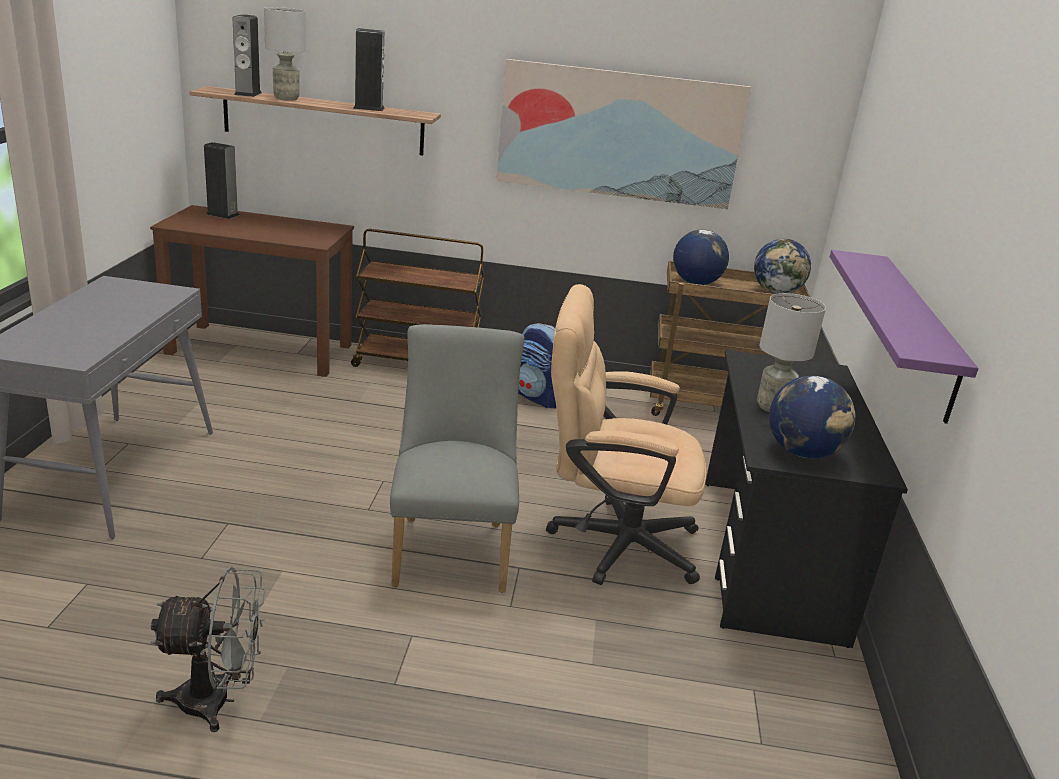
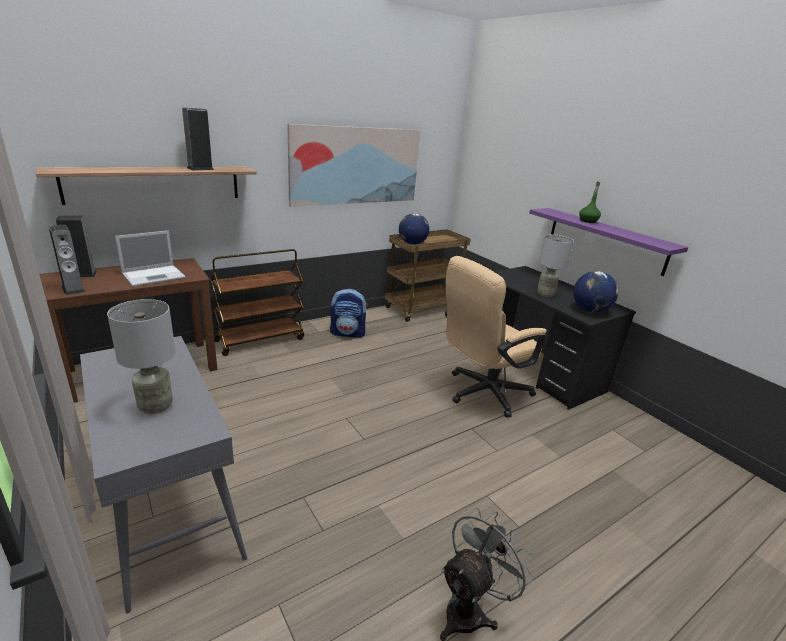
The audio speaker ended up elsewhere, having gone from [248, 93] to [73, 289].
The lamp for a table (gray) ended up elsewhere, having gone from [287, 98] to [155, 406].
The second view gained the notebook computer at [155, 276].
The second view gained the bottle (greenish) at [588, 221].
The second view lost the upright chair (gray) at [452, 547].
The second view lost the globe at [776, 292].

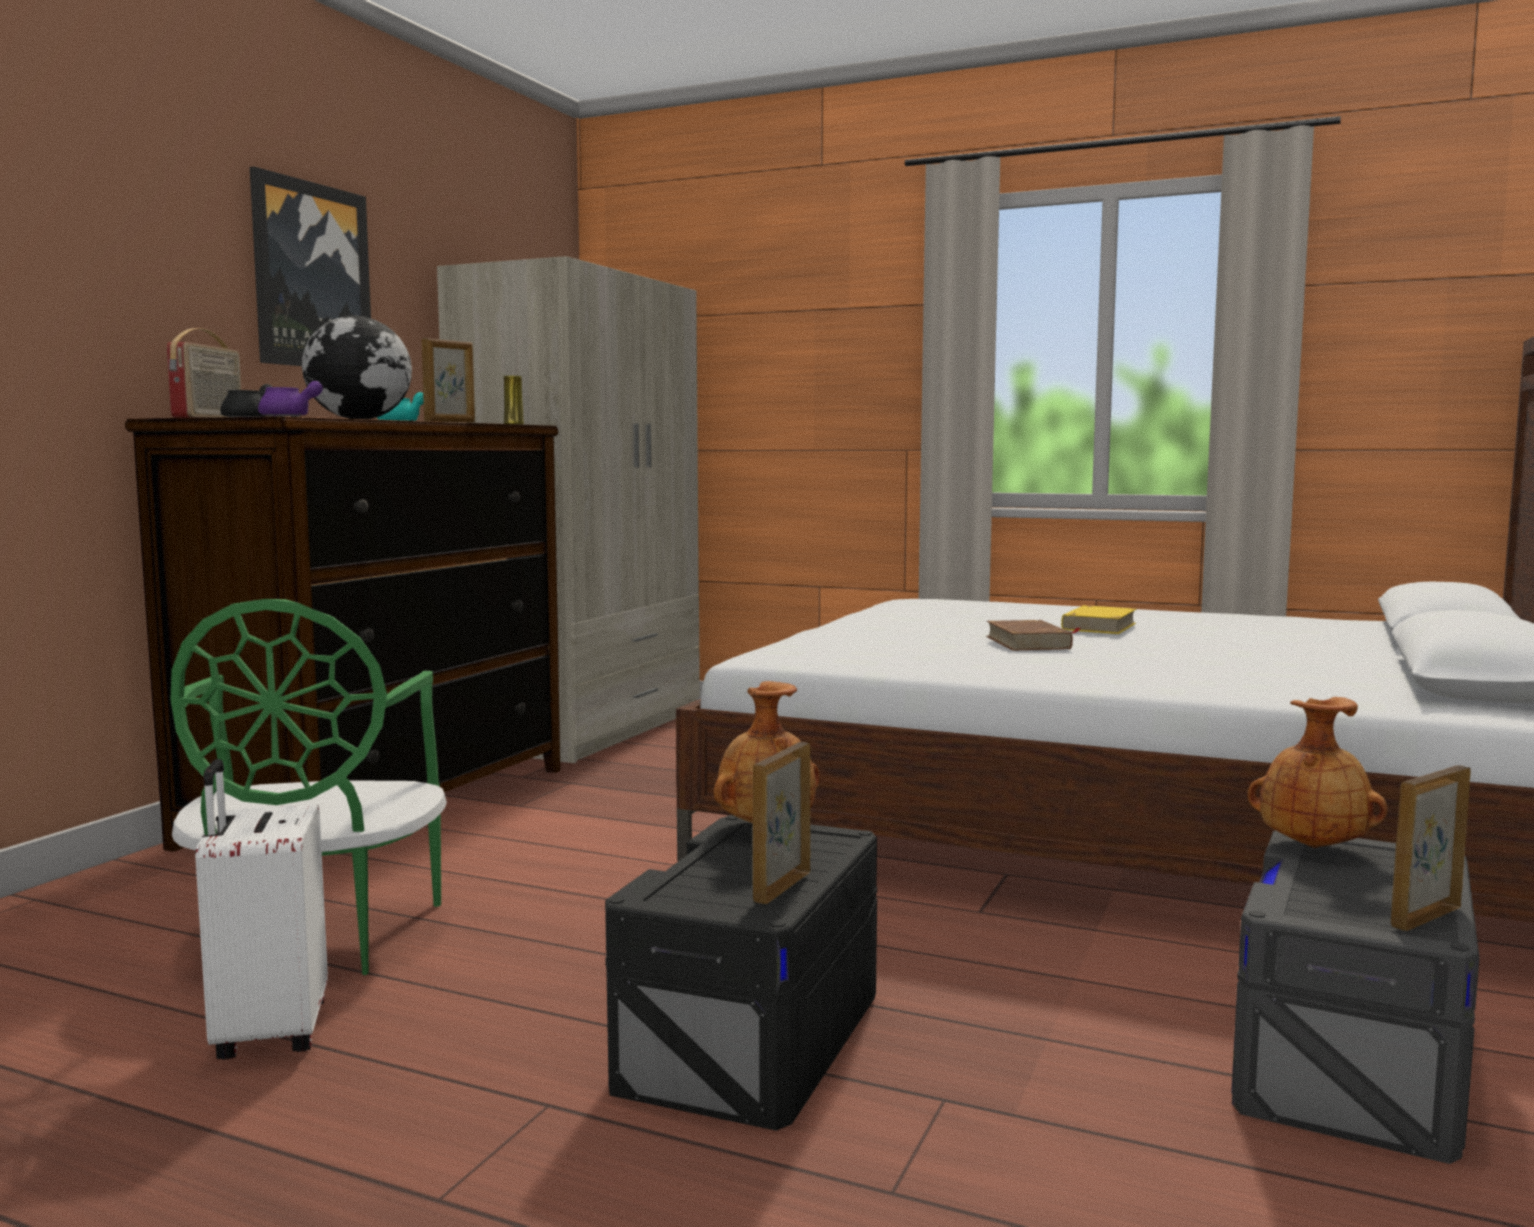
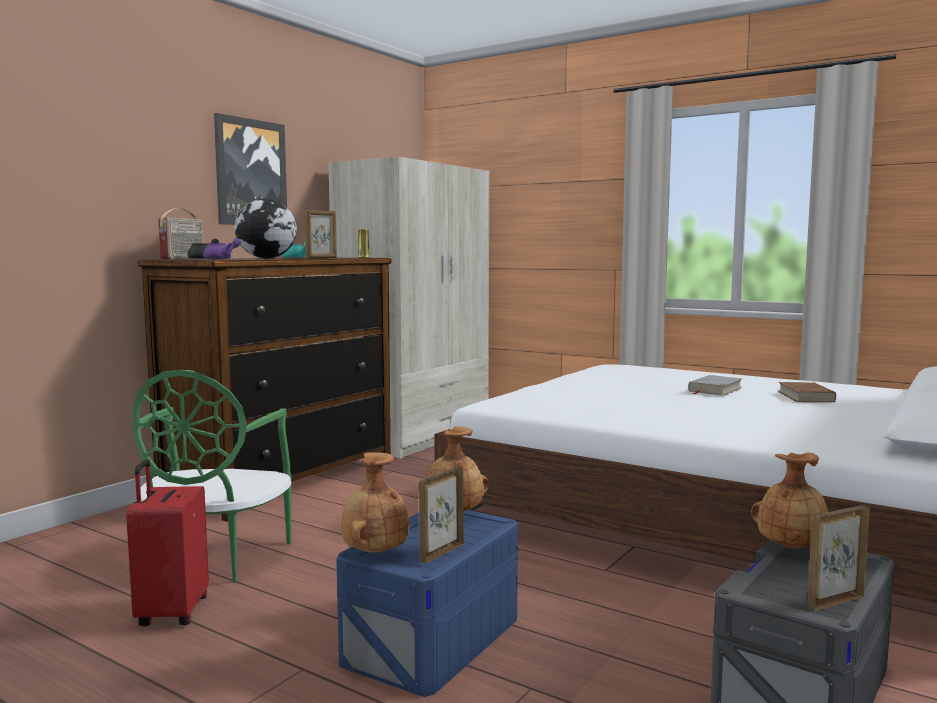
What was the travel case (white) at [268, 1033] turned into the travel case (reddish) at [171, 613].
What was the storage container (black) at [752, 1039] turned into the storage container (blue) at [433, 639].
The second view gained the flower vase (brown-coloured) at [374, 552].
What was the book (yellow) at [1098, 626] turned into the book (gray) at [714, 389].
The book (brown-coloured) ended up elsewhere, having gone from [1028, 642] to [806, 396].

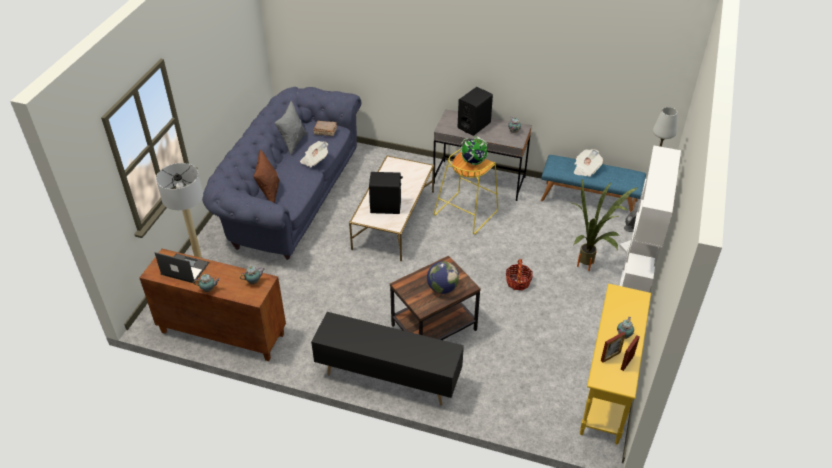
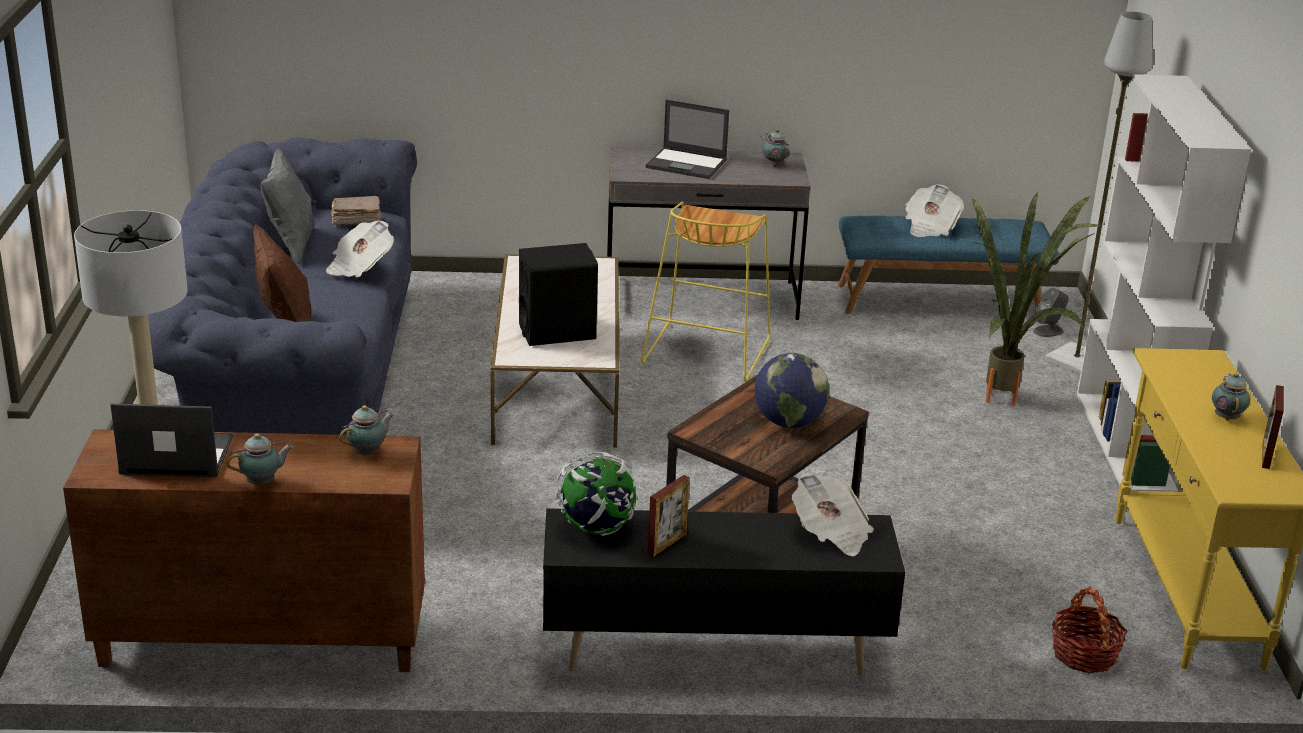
The globe ended up elsewhere, having gone from [473, 162] to [596, 528].
Where the audio speaker (black) stood at [474, 125], the notebook computer came to stand at [687, 164].
The picture frame ended up elsewhere, having gone from [610, 356] to [667, 544].
The second view gained the newspaper at [831, 533].
The basket ended up elsewhere, having gone from [518, 282] to [1084, 654].

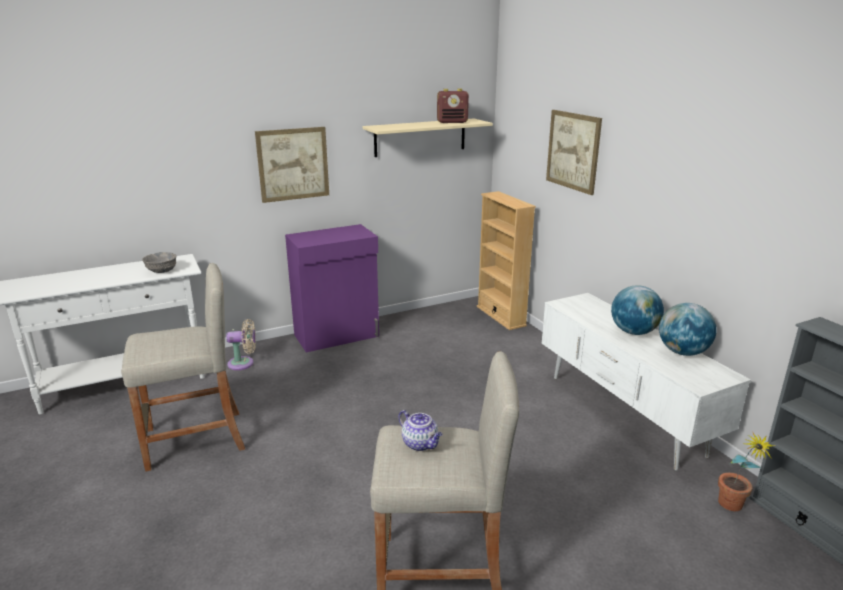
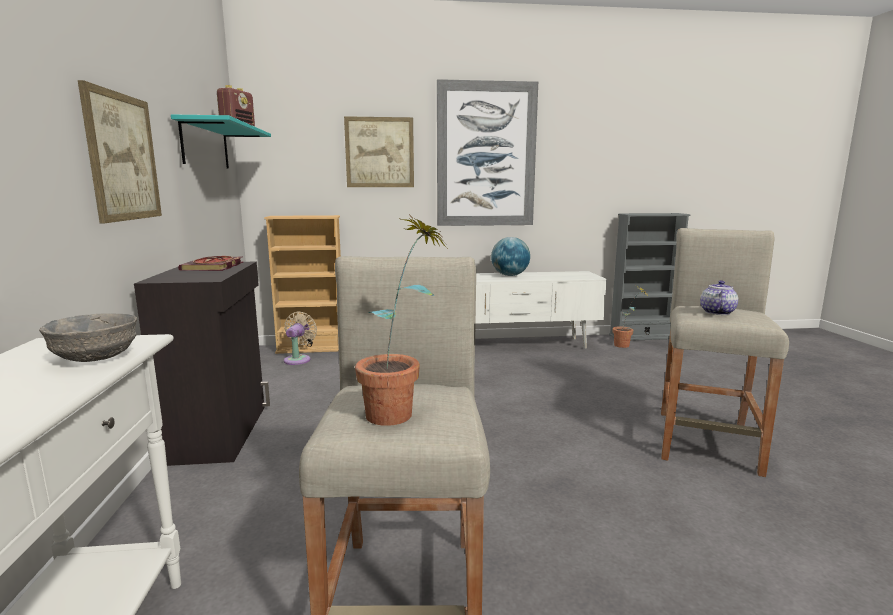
What was the storage cabinet (purplish) at [337, 336] turned into the storage cabinet (black) at [221, 432].
What was the shelf (beige) at [420, 137] turned into the shelf (turquoise) at [205, 146].
The second view gained the book at [213, 267].
The cooling fan (beige) ended up elsewhere, having gone from [243, 363] to [298, 359].
The second view gained the potted plant at [401, 411].
The second view gained the wall art at [486, 155].
The tea pot at [420, 444] ended up facing another way, 45 degrees counterclockwise from before.
The second view lost the globe at [682, 352].

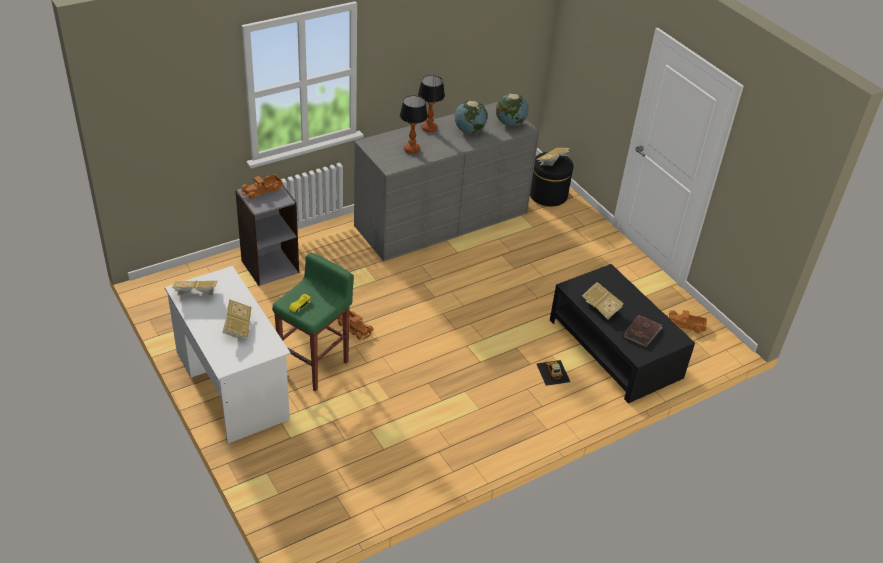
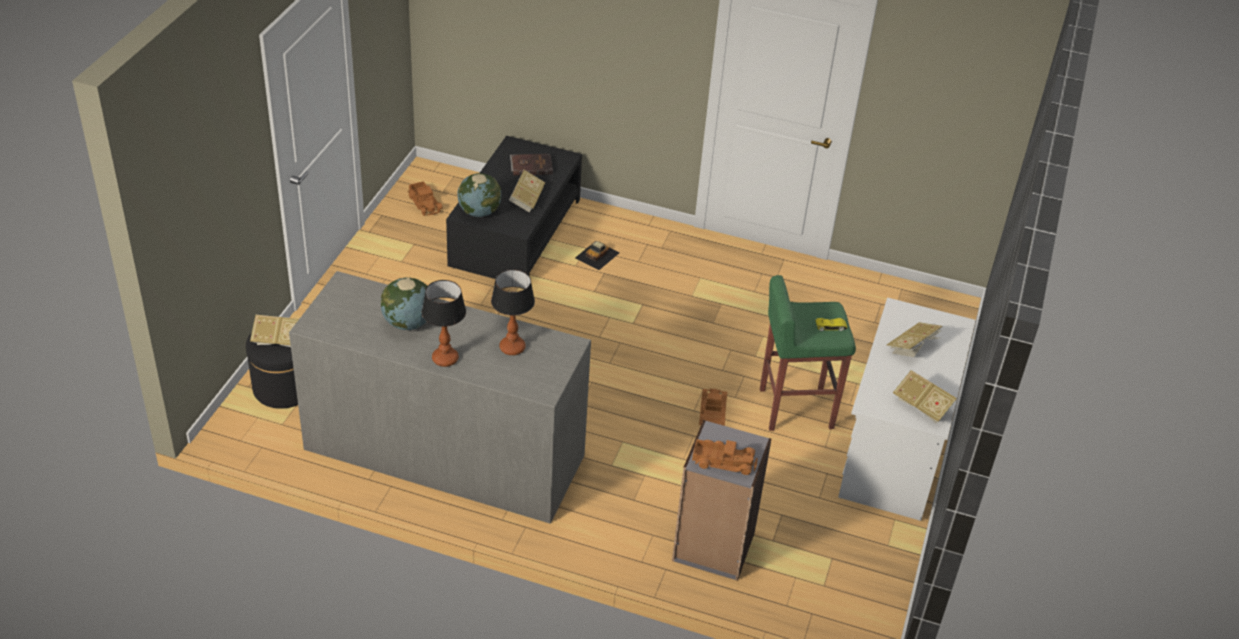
The globe ended up elsewhere, having gone from [510, 123] to [479, 212].

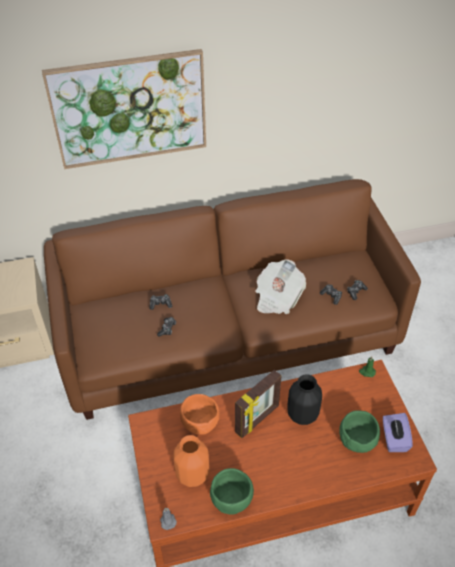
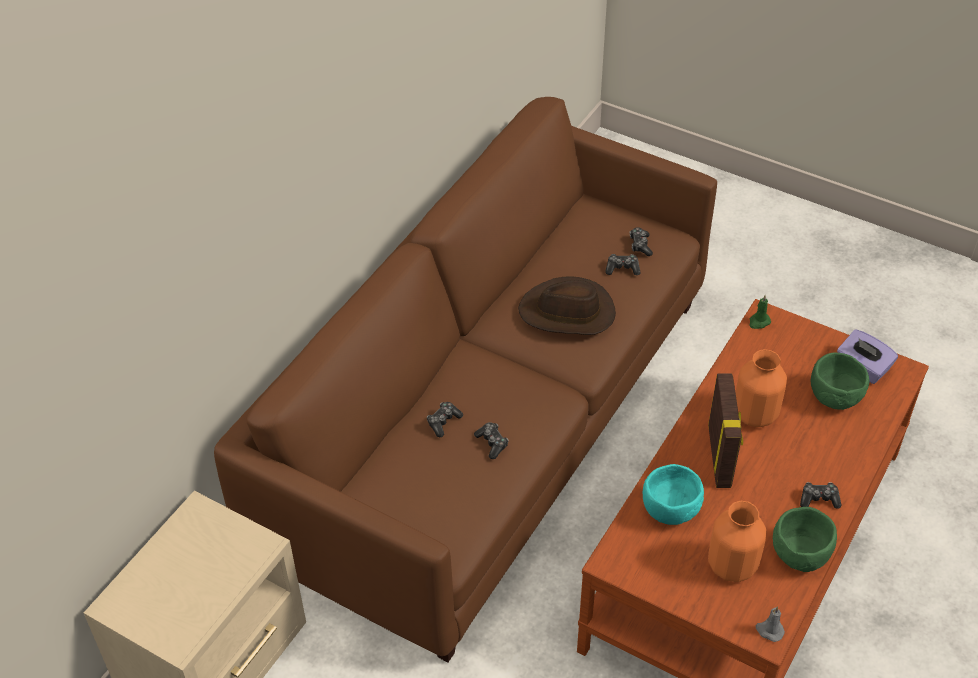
Where the newspaper stood at [277, 297], the hat (brown-coloured) came to stand at [567, 313].
What was the bowl (orange) at [199, 424] turned into the bowl (turquoise) at [670, 511].
What was the flower vase (black) at [302, 414] turned into the flower vase (orange) at [754, 415].
The second view gained the gamepad at [819, 499].
The second view lost the wall art at [129, 109].

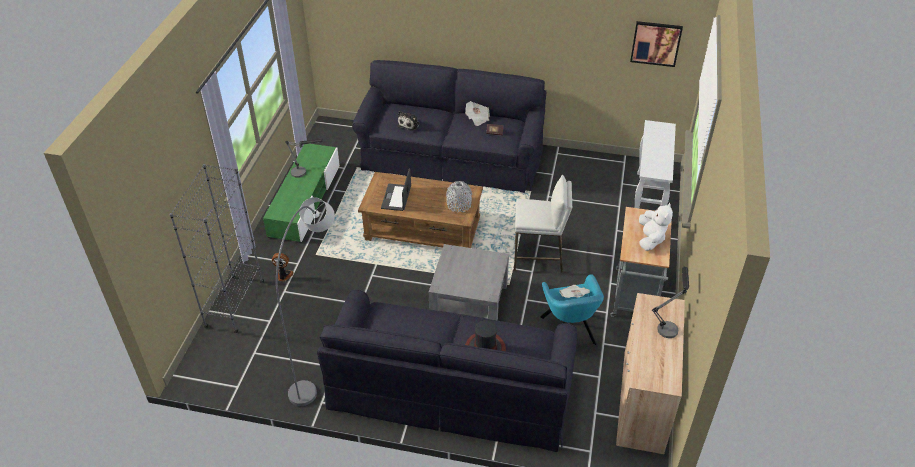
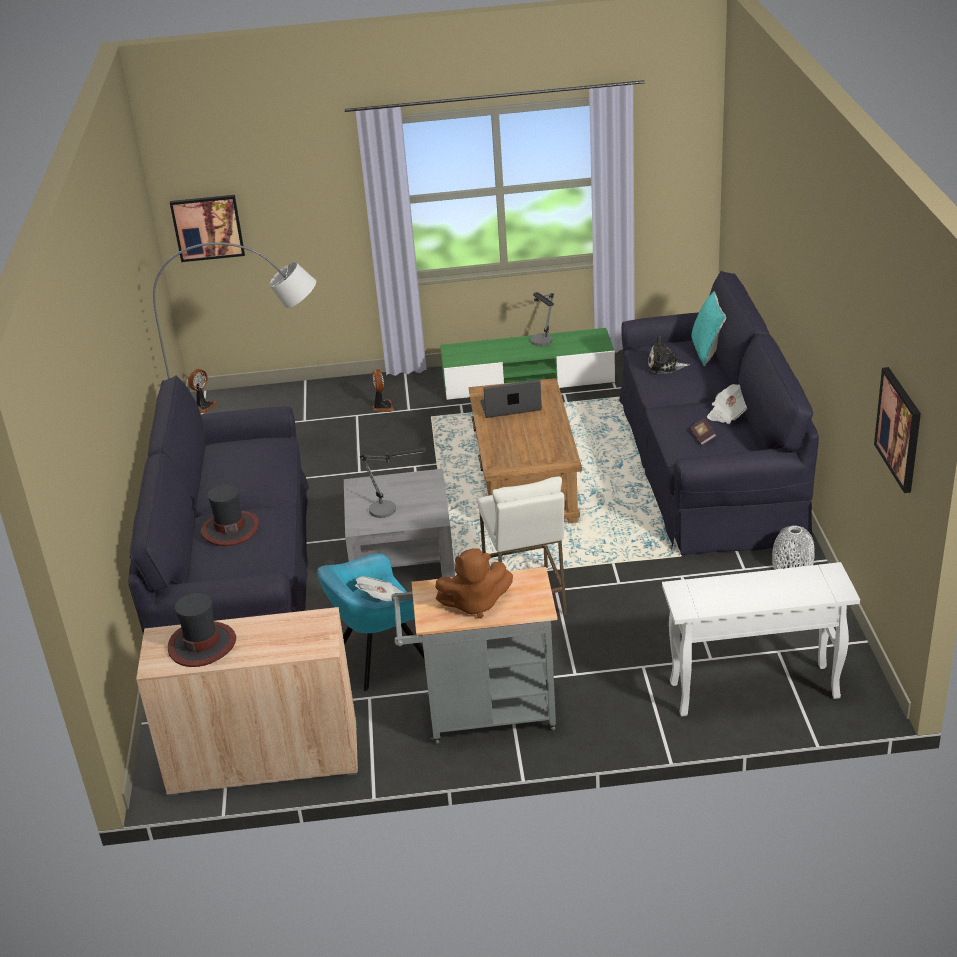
The second view gained the hat at [202, 644].
The second view gained the wall art at [208, 227].
The second view gained the cooling fan at [204, 406].
The lamp for a table ended up elsewhere, having gone from [668, 325] to [391, 509].
What was the cuddly toy (white) at [650, 239] turned into the cuddly toy (brown-coloured) at [475, 604].
The second view gained the throw pillow (turquoise) at [708, 352].
The flower vase (gray) ended up elsewhere, having gone from [459, 204] to [792, 565].
The second view lost the bookshelf (gray) at [234, 304].

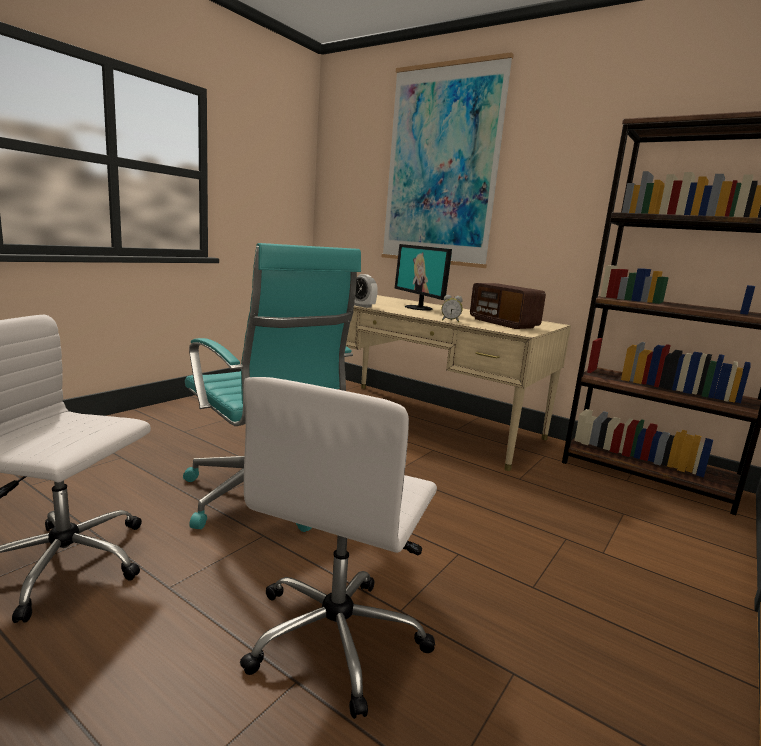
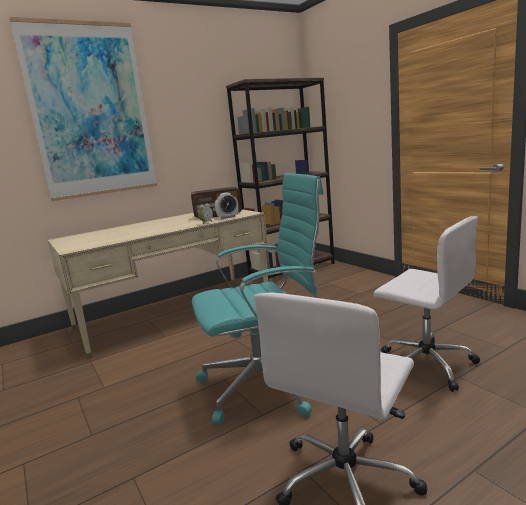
The table clock ended up elsewhere, having gone from [362, 306] to [228, 217].
The second view lost the computer screen at [419, 308].

